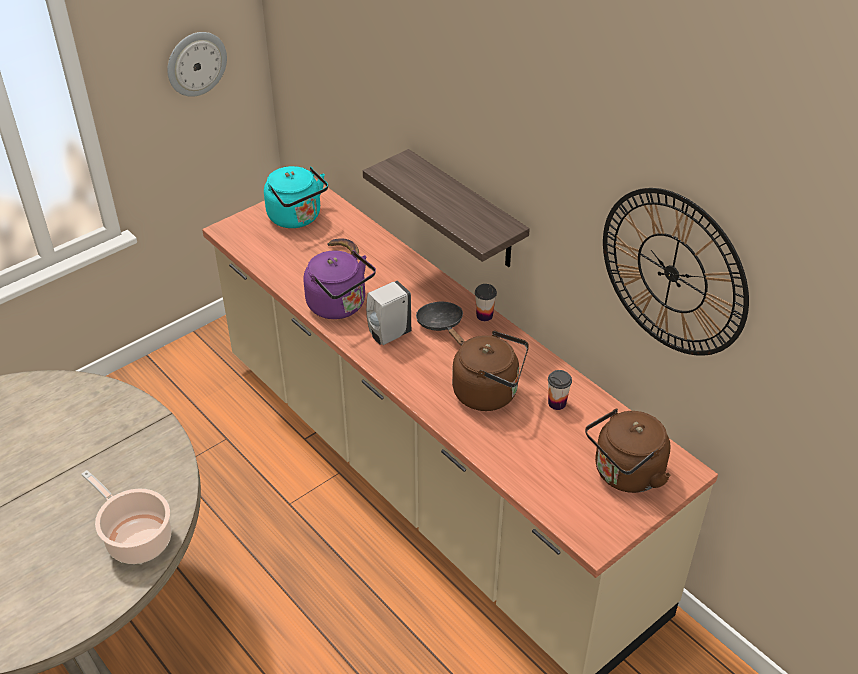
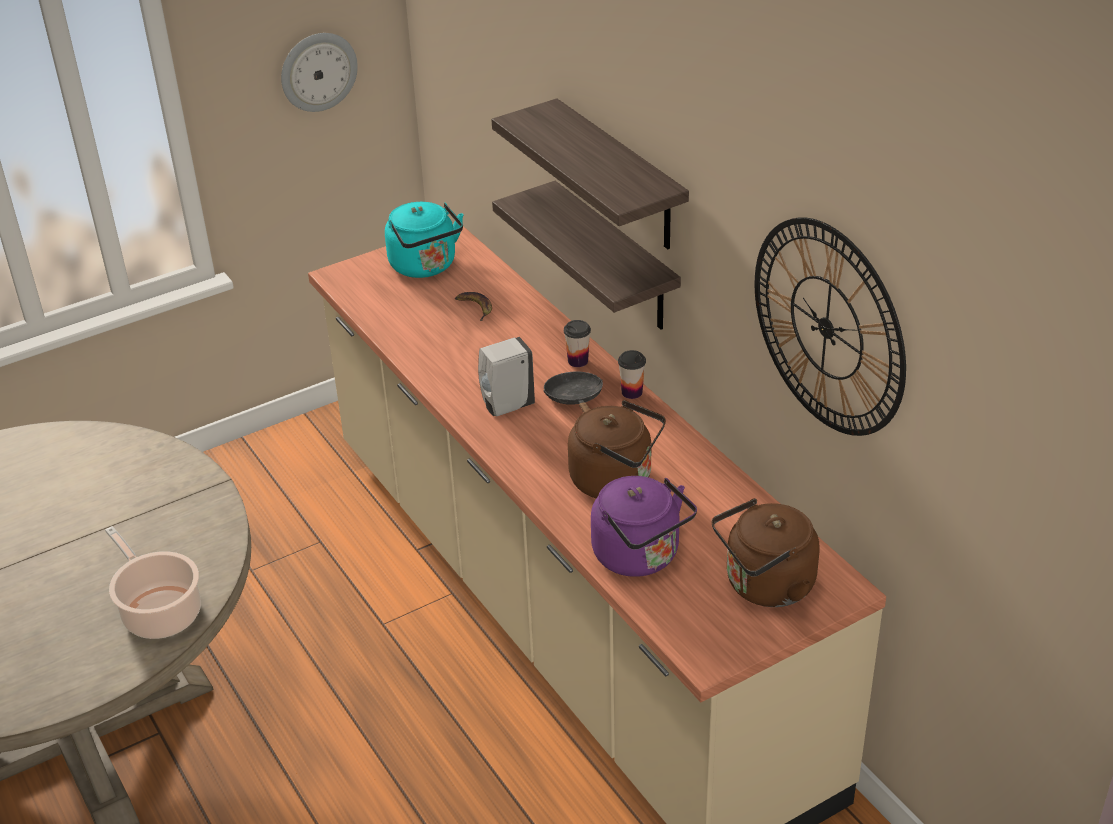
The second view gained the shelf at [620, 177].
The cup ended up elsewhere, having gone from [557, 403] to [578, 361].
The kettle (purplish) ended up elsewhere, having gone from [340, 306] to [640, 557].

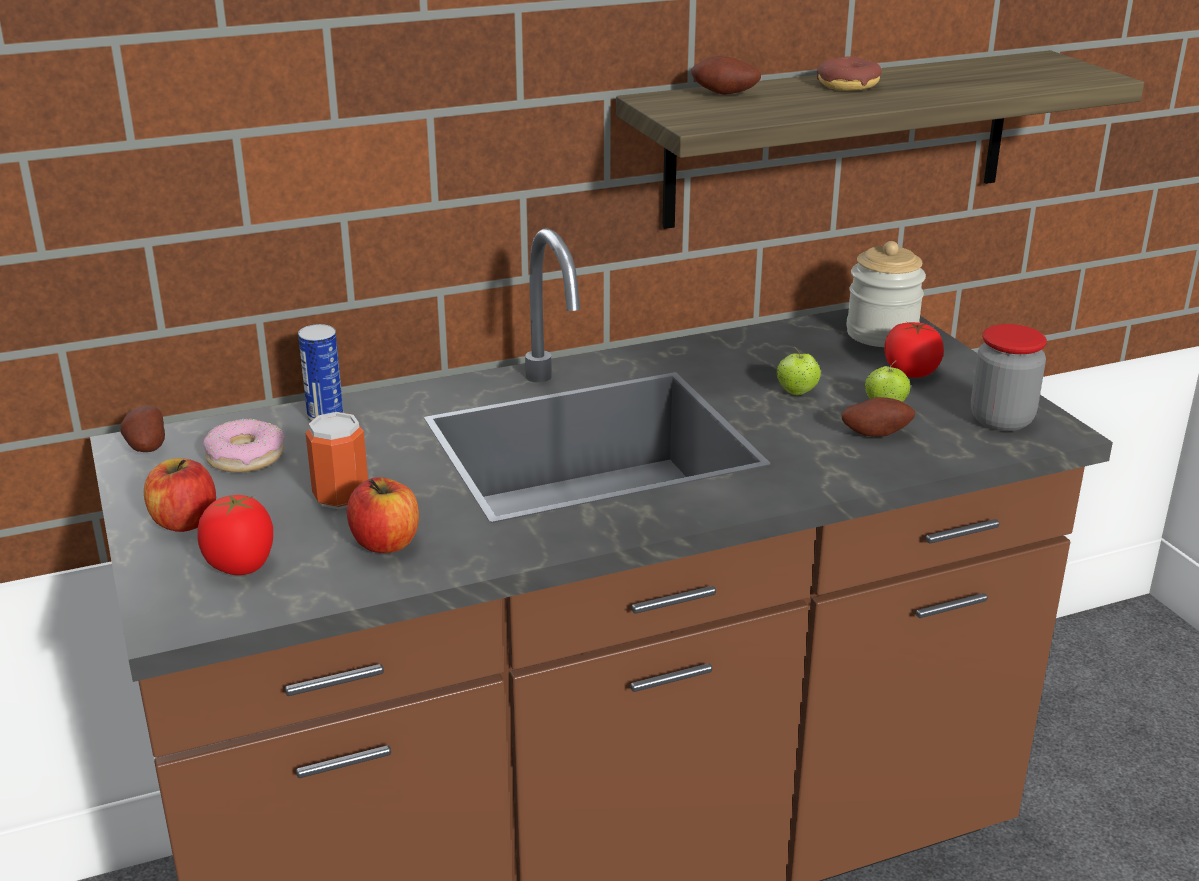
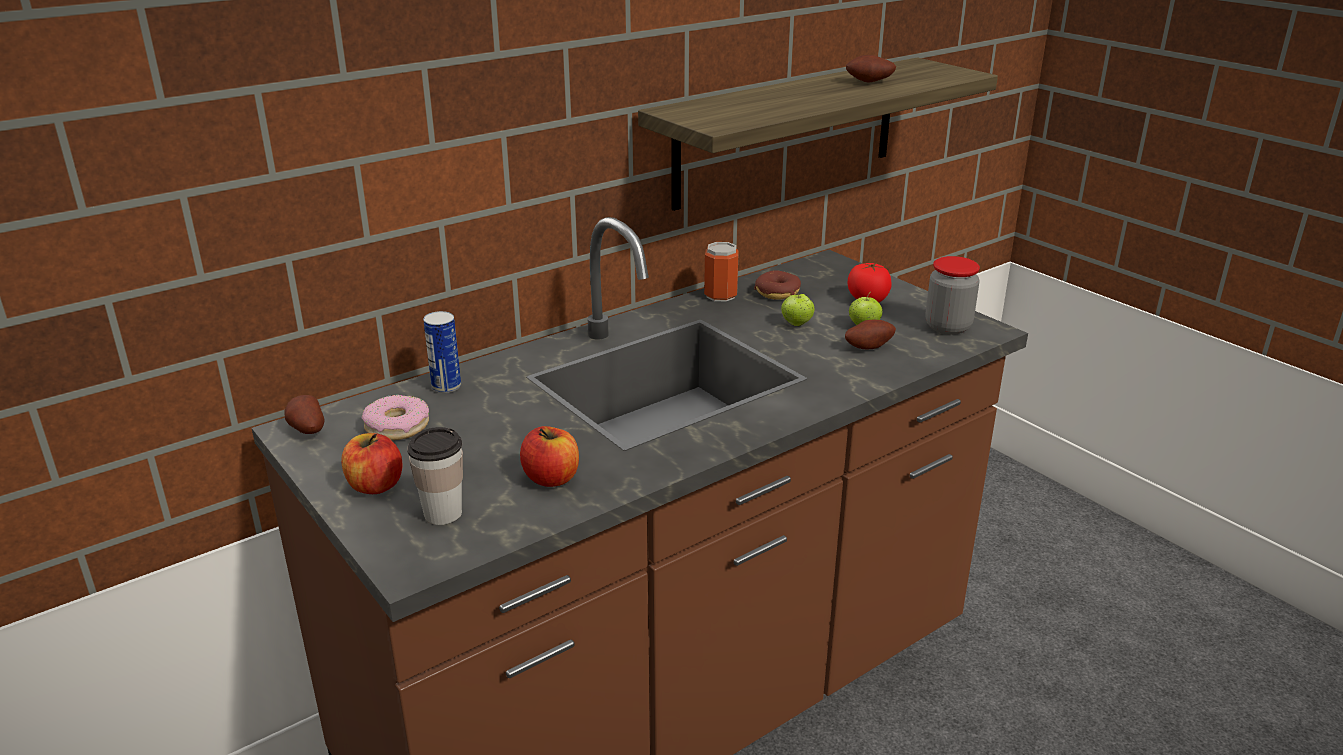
Where the fresh tomato stood at [241, 565], the cup came to stand at [443, 513].
The metal can ended up elsewhere, having gone from [341, 496] to [720, 295].
The doughnut ended up elsewhere, having gone from [848, 85] to [777, 292].
The potato ended up elsewhere, having gone from [724, 95] to [869, 82].
The second view lost the storage jar at [881, 334].

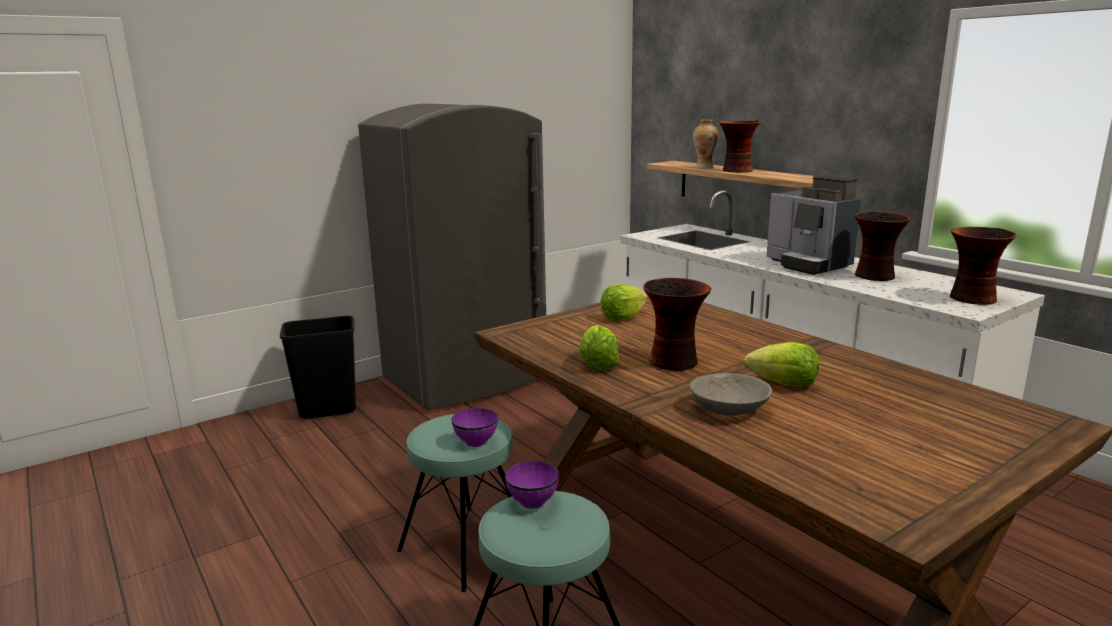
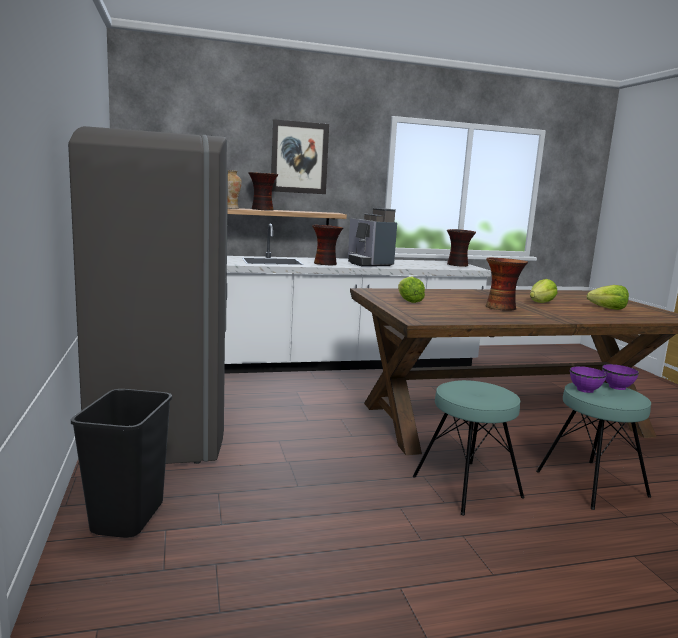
The second view gained the wall art at [299, 157].
The flower vase ended up elsewhere, having gone from [875, 276] to [326, 264].
The coffee machine at [808, 264] ended up facing another way, 75 degrees clockwise from before.
The head of lettuce ended up elsewhere, having gone from [598, 364] to [608, 308].
The bowl (purplish) ended up elsewhere, having gone from [476, 441] to [616, 387].
The second view lost the bowl (gray) at [729, 408].

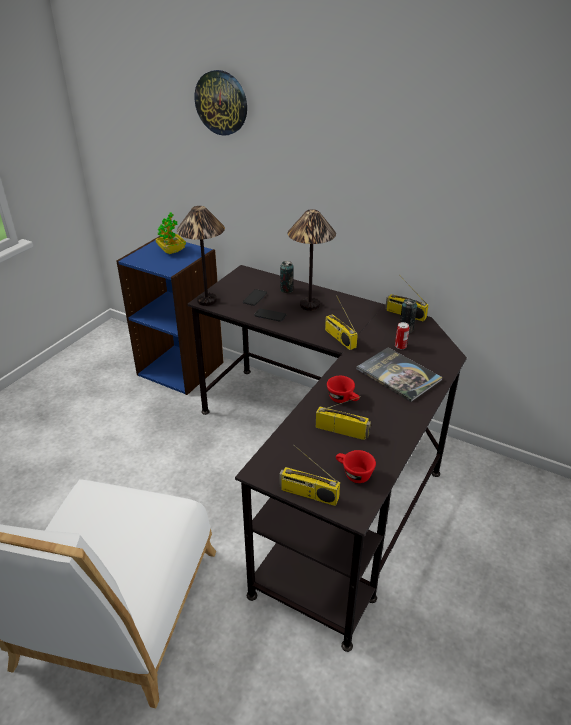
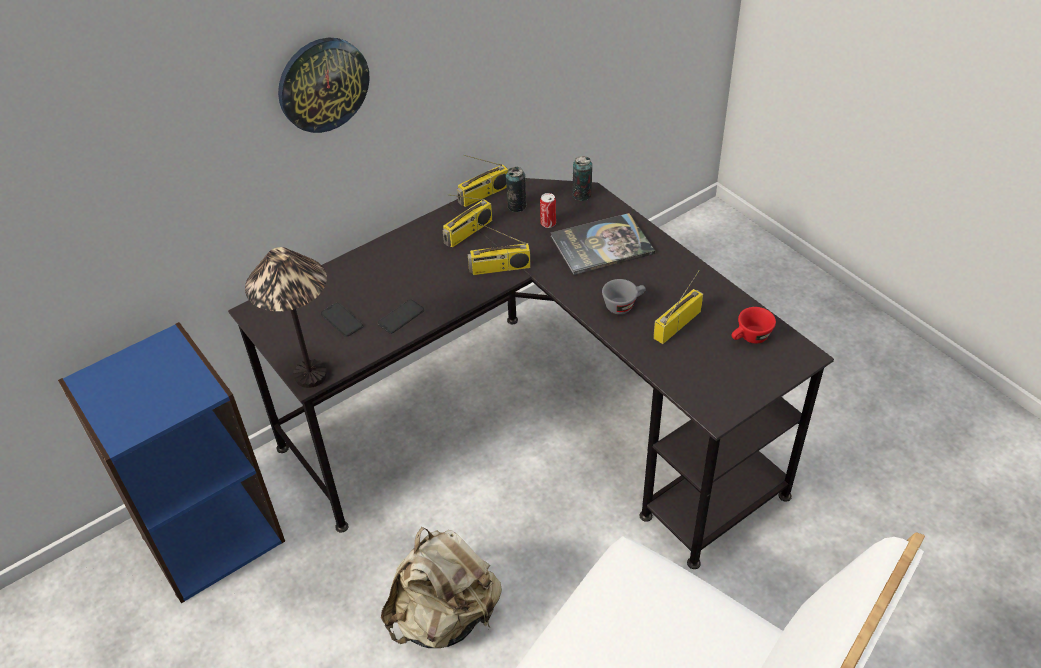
The wall clock ended up elsewhere, having gone from [221, 103] to [323, 84].
The second view gained the knapsack (beige) at [445, 616].
The radio set ended up elsewhere, having gone from [308, 494] to [468, 232].
The metal can ended up elsewhere, having gone from [286, 290] to [582, 195].
What was the cup (reddish) at [343, 399] turned into the cup (gray) at [623, 305].
The second view lost the potted plant at [171, 251].
The second view lost the lamp for a table at [309, 305].

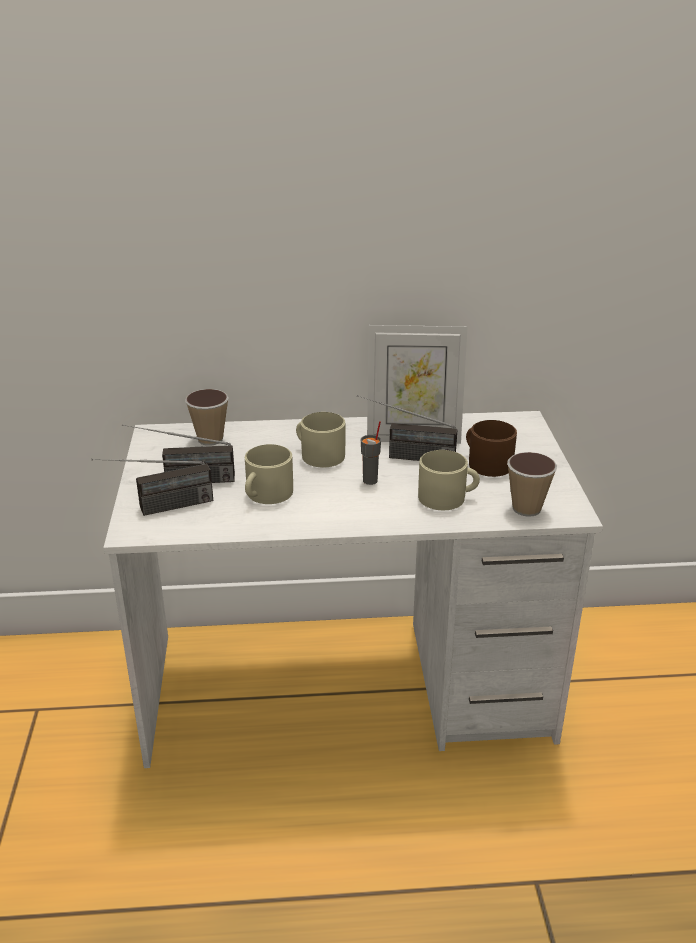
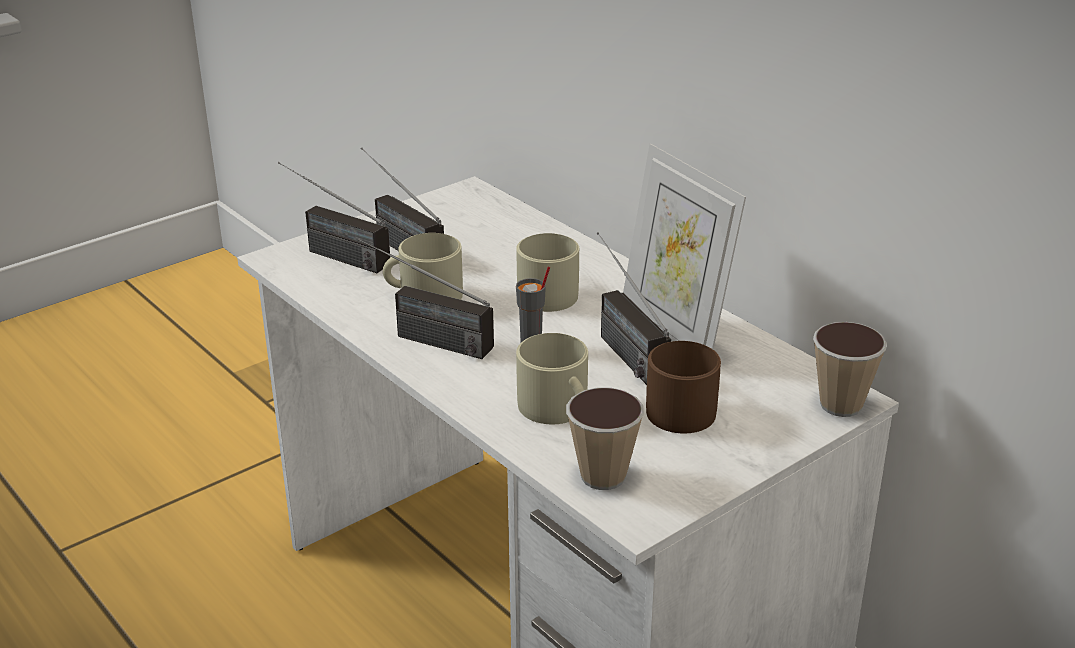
The second view gained the radio set at [421, 337].
The cup ended up elsewhere, having gone from [210, 439] to [841, 405].

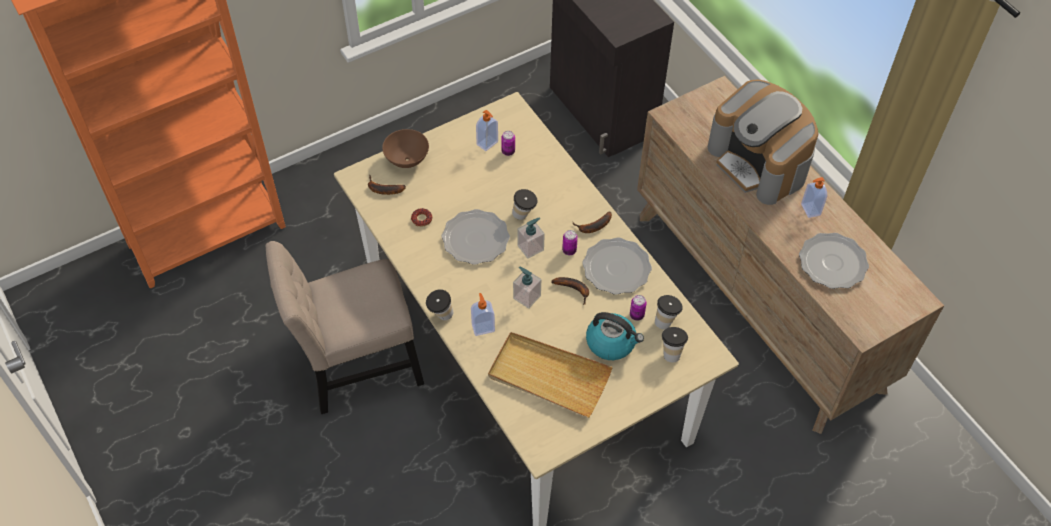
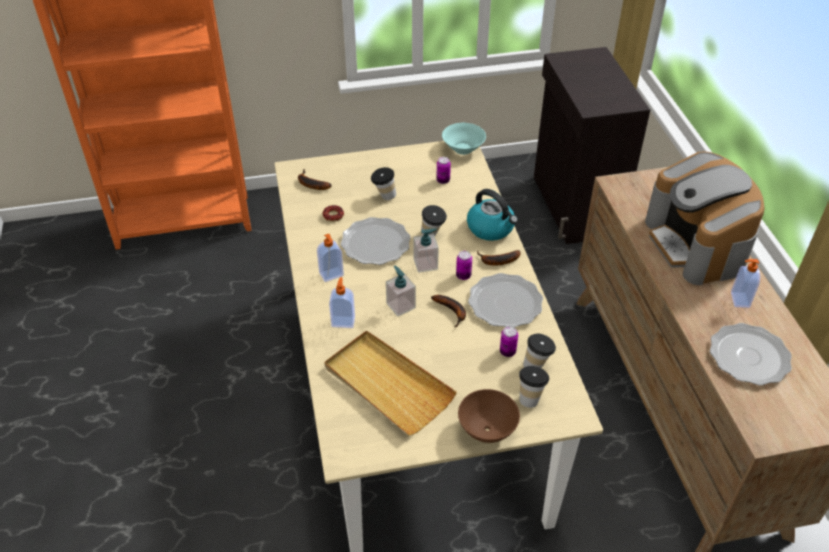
The soap bottle ended up elsewhere, having gone from [488, 143] to [331, 275].
The cup ended up elsewhere, having gone from [440, 316] to [384, 196].
The second view gained the bowl (turquoise) at [463, 148].
The bowl (brown-coloured) ended up elsewhere, having gone from [406, 160] to [486, 430].
The kettle ended up elsewhere, having gone from [611, 342] to [491, 228].
The second view lost the upright chair (beige) at [357, 368].

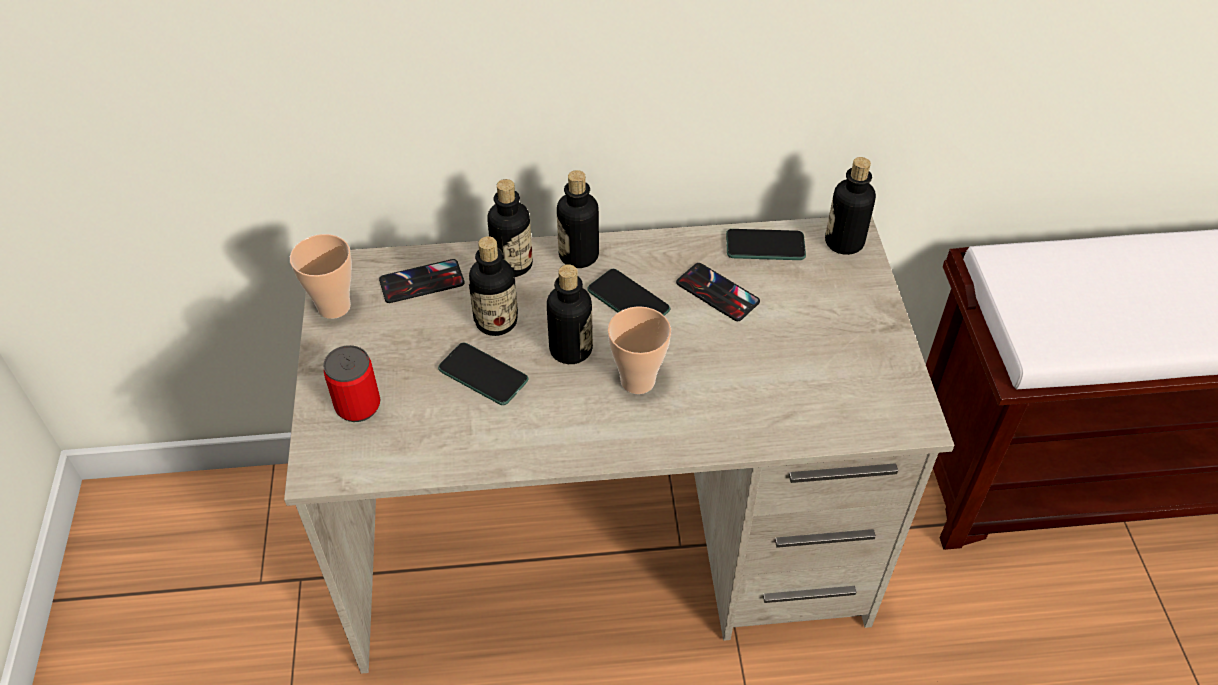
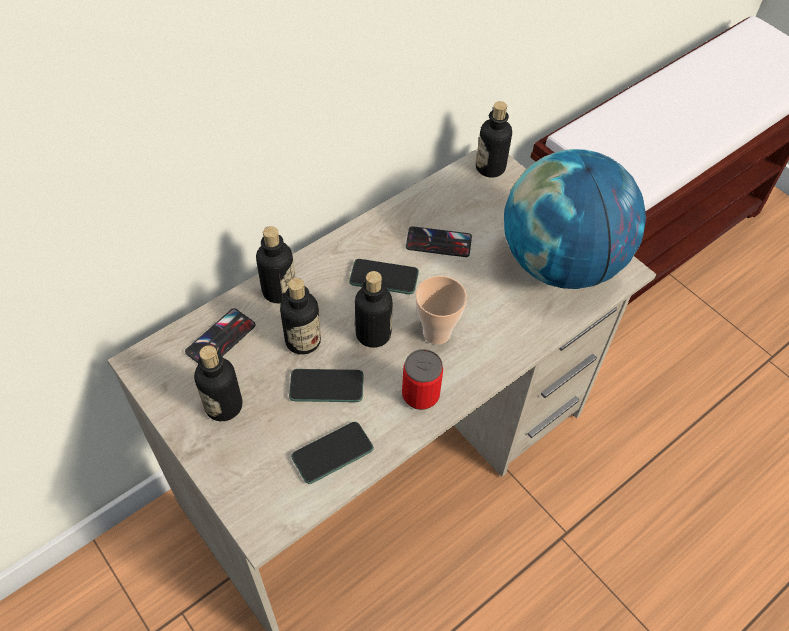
The bottle ended up elsewhere, having gone from [578, 255] to [224, 406].
The telephone ended up elsewhere, having gone from [765, 246] to [332, 453].
The metal can ended up elsewhere, having gone from [358, 406] to [420, 395].
The second view gained the globe at [560, 263].
The second view lost the cup at [334, 306].

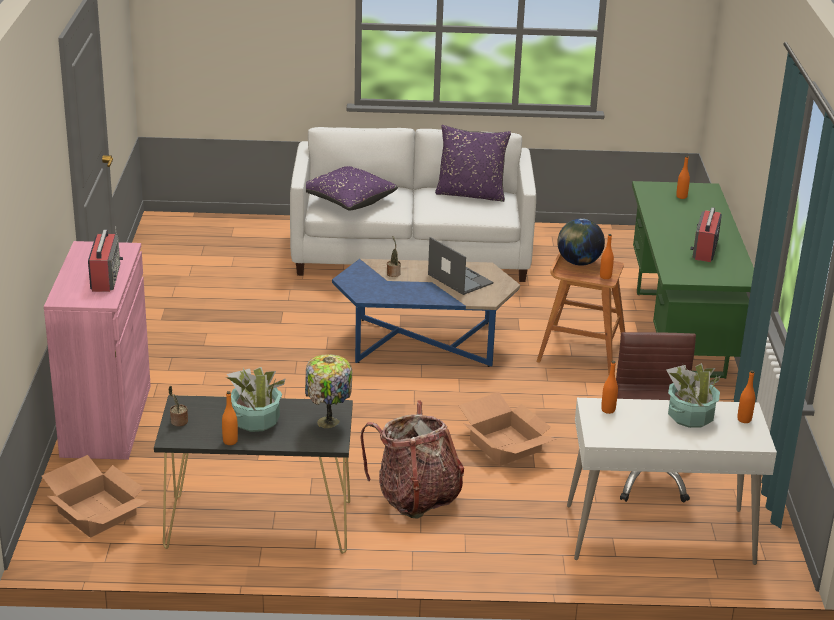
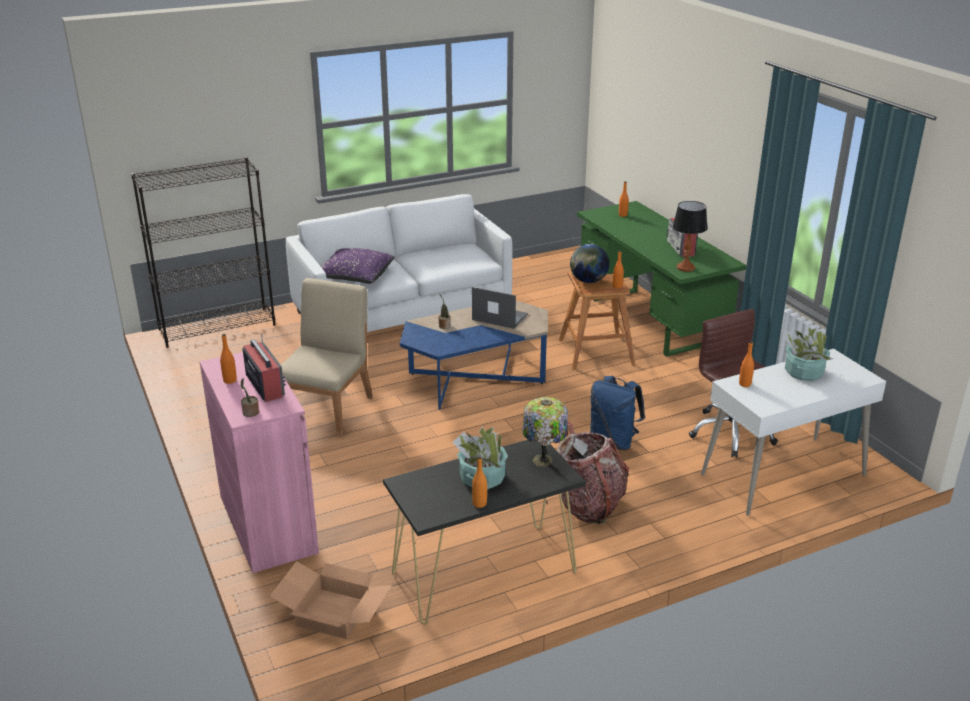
The second view gained the bookshelf (black) at [218, 327].
The bottle (orange) ended up elsewhere, having gone from [744, 419] to [230, 380].
The potted plant ended up elsewhere, having gone from [178, 422] to [250, 413].
The second view gained the upright chair (beige) at [329, 409].
Where the carton stood at [506, 445], the knapsack (blue) came to stand at [613, 441].
The second view gained the lamp for a table at [685, 268].
The second view lost the throw pillow (purplish) at [471, 194].

